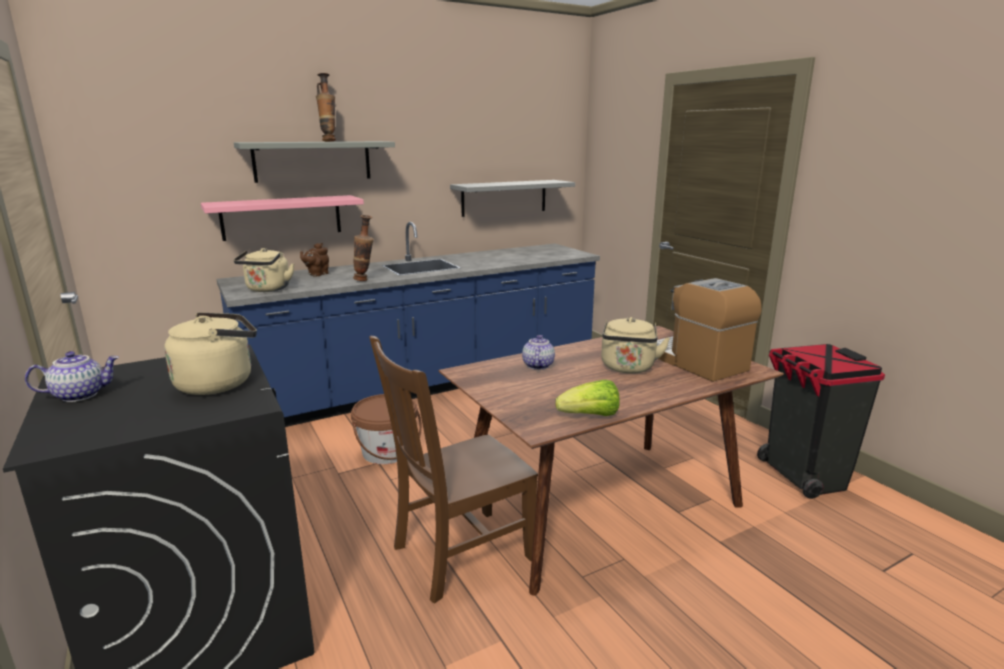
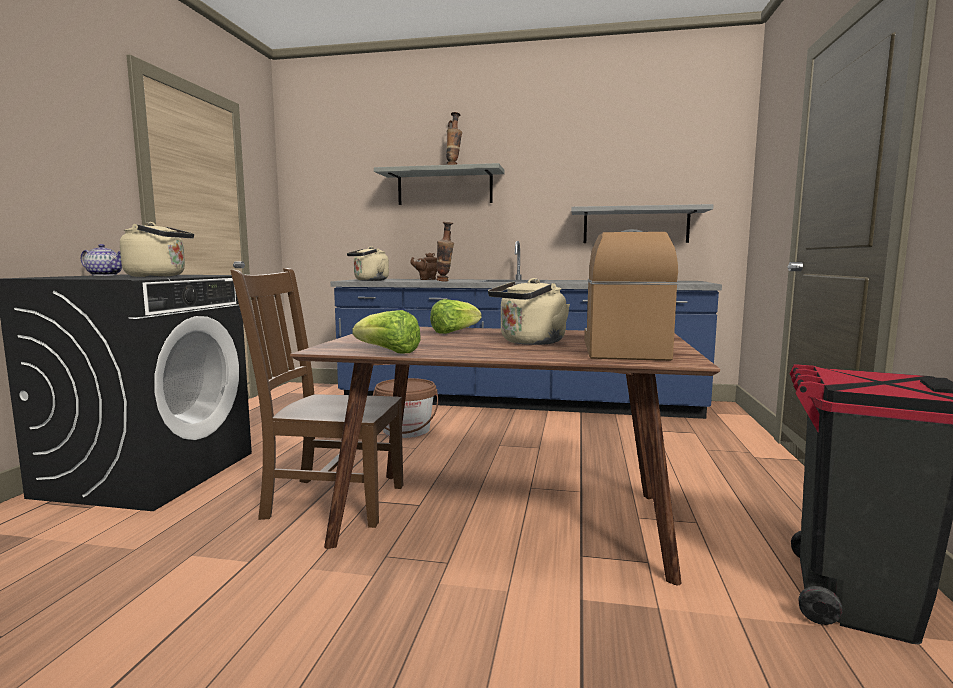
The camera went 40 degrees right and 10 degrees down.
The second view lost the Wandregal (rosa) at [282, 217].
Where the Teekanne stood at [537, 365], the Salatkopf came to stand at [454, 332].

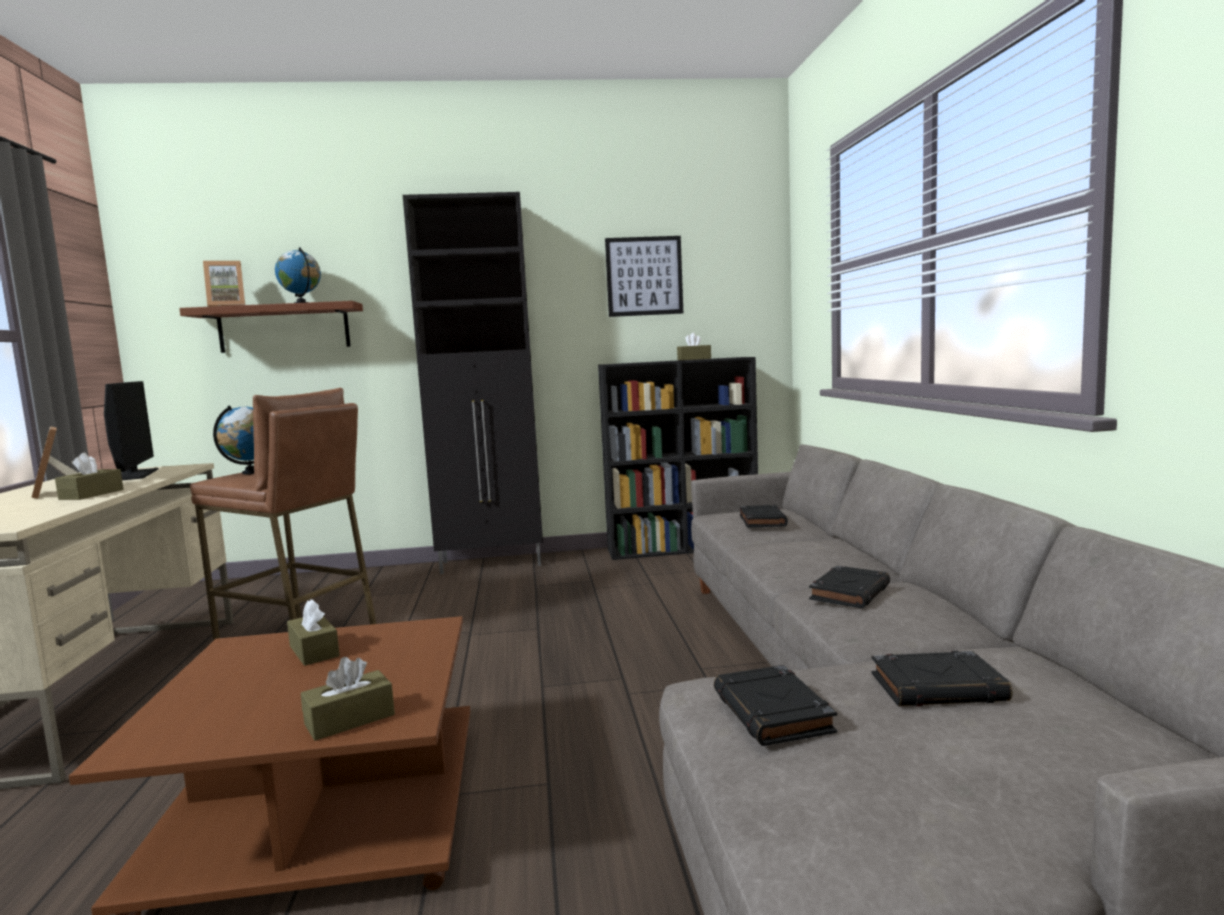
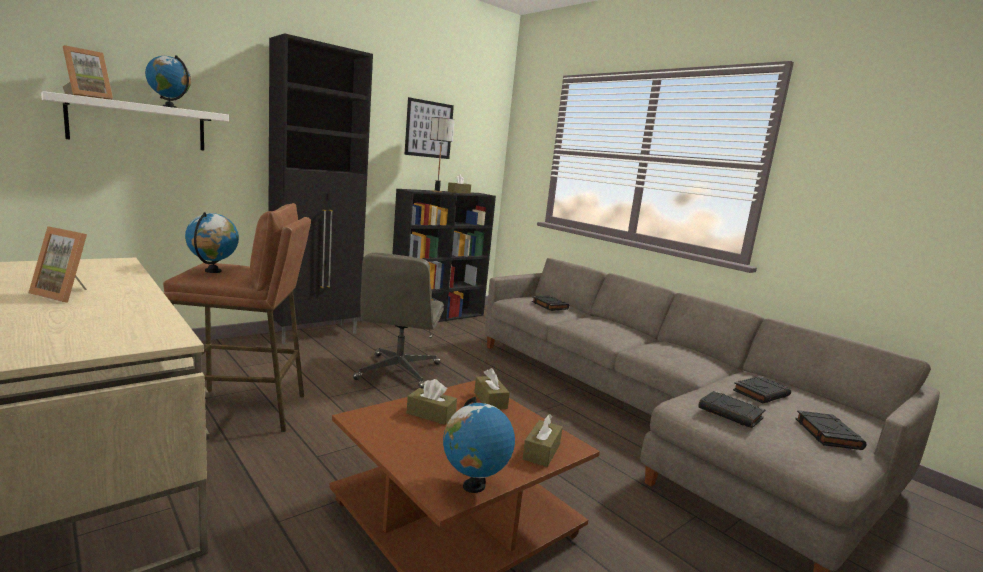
The camera went 35 degrees left and 5 degrees up.
The second view lost the Monitor at [133, 475].
The second view gained the Bürostuhl (grau) at [398, 372].
The second view gained the Tischlampe at [437, 191].
The second view gained the Globus at [473, 486].
The Taschentuchbox (braun) ended up elsewhere, having gone from [91, 494] to [490, 400].
The Buch (schwarz) ended up elsewhere, having gone from [849, 592] to [827, 433].
What was the Wandregal (braun) at [284, 328] turned into the Wandregal (weiß) at [138, 124].

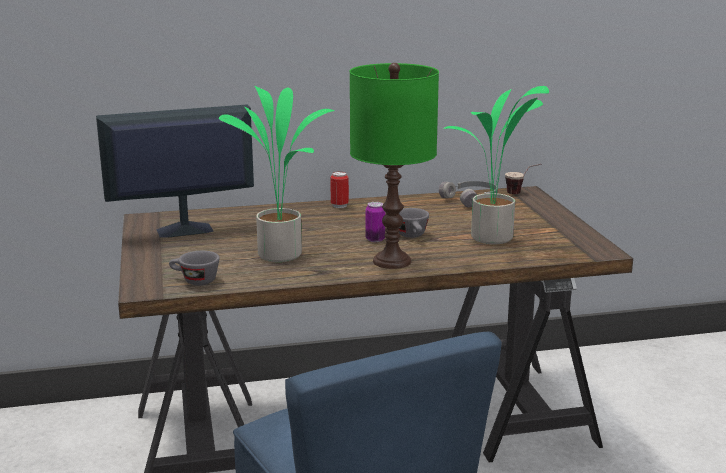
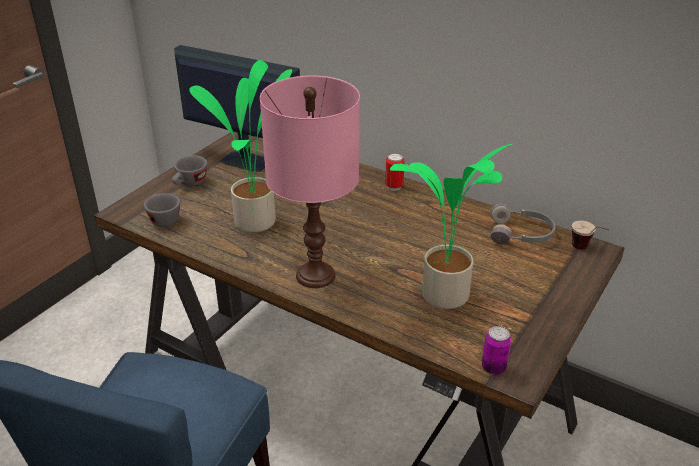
The camera went 45 degrees right and 15 degrees up.
The Dose ended up elsewhere, having gone from [375, 239] to [493, 368].
The Tasse (grau) ended up elsewhere, having gone from [413, 236] to [190, 183].
What was the Tischlampe (grün) at [392, 261] turned into the Tischlampe (rosa) at [316, 275].

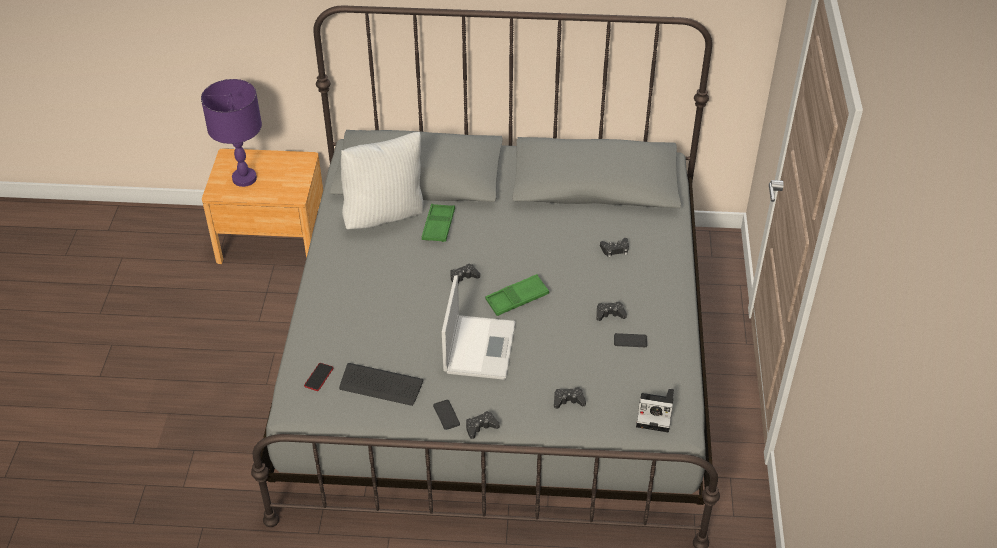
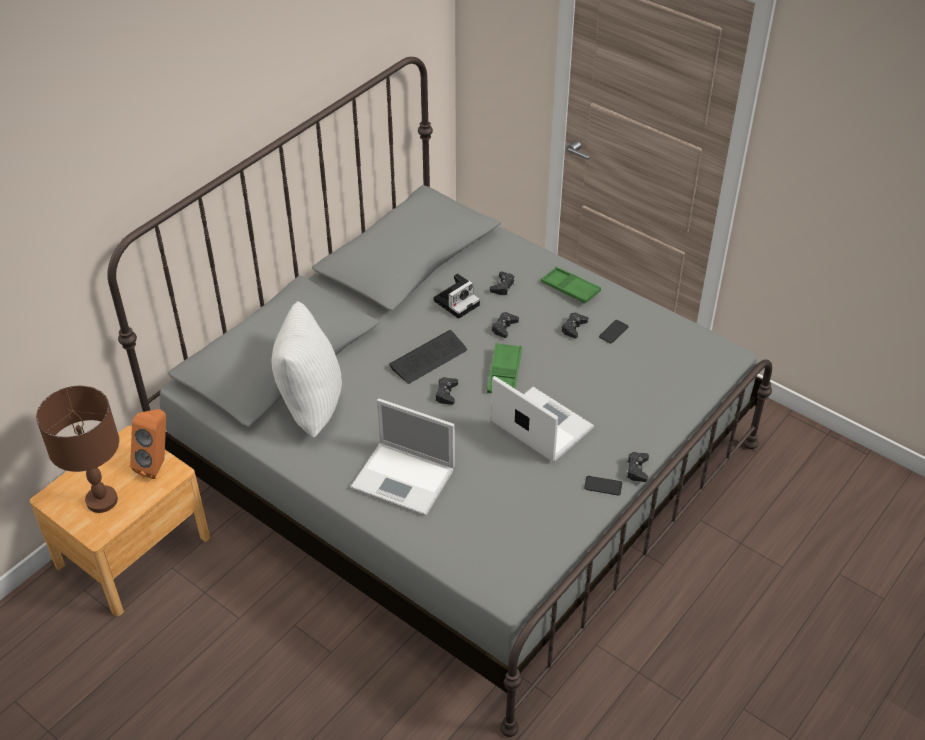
The camera went 55 degrees left and 0 degrees up.
The second view lost the Handy at [319, 377].
The second view gained the Lautsprecher (orange) at [157, 464].
The second view gained the Laptop at [405, 479].
The Tastatur ended up elsewhere, having gone from [381, 385] to [428, 358].
The Tablett (grün) ended up elsewhere, having gone from [438, 226] to [570, 288].
The Gamepad (schwarz) ended up elsewhere, having gone from [568, 400] to [504, 327].
The Kamera ended up elsewhere, having gone from [656, 413] to [457, 301].
What was the Tischlampe (lila) at [244, 179] turned into the Tischlampe (braun) at [102, 500].

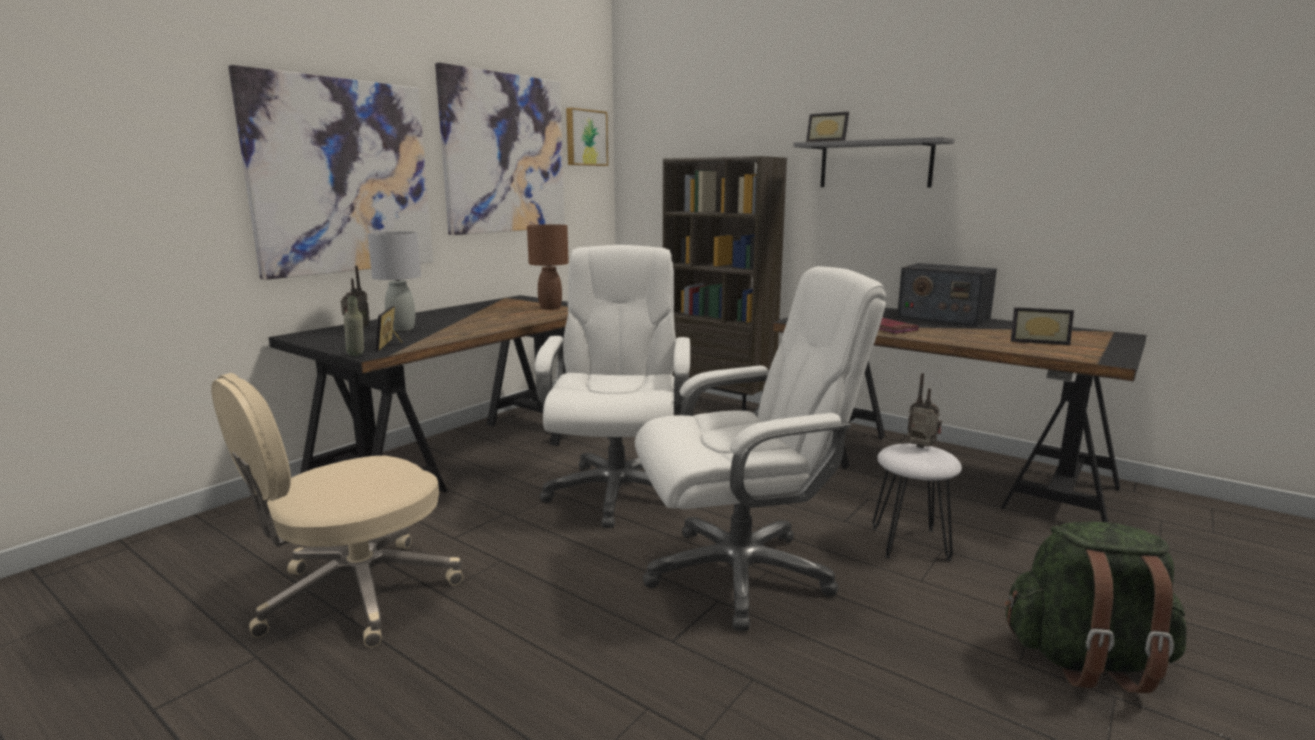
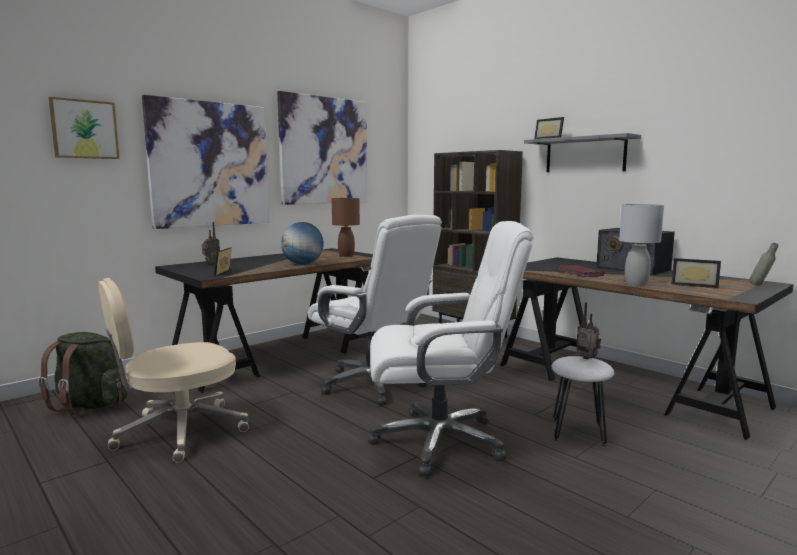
The camera went 10 degrees right and 5 degrees down.
The second view gained the Globus at [303, 264].
The Flasche (grau) ended up elsewhere, having gone from [357, 356] to [760, 286].
The Tischlampe (grau) ended up elsewhere, having gone from [401, 328] to [635, 284].
The Bild ended up elsewhere, having gone from [585, 138] to [84, 129].
The Rucksack (grün) ended up elsewhere, having gone from [1086, 660] to [90, 406].
The Bürostuhl (weiß) at [616, 492] ended up facing another way, 120 degrees clockwise from before.

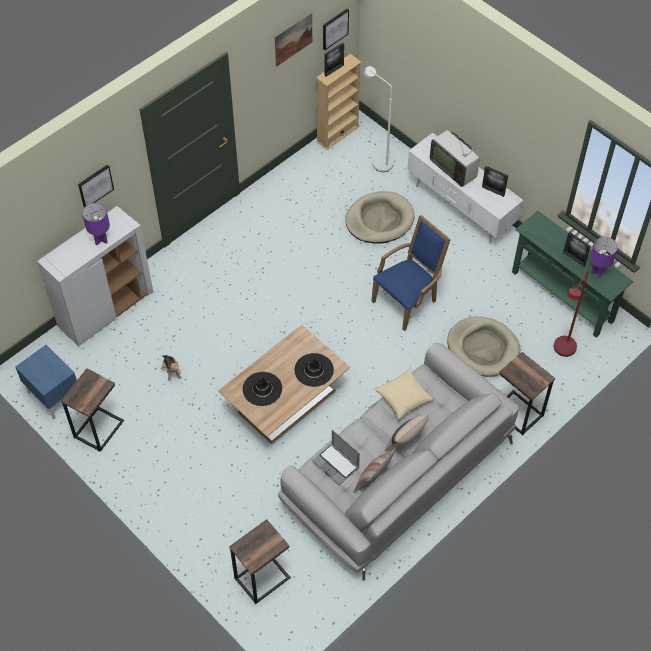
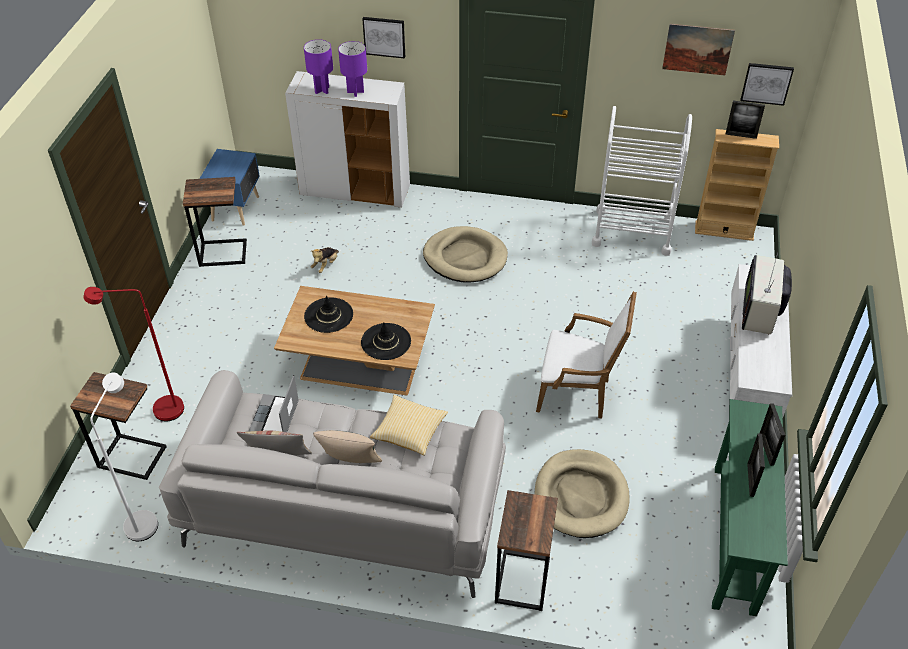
The camera went 55 degrees right and 10 degrees down.
The second view gained the Rollwagen (weiß) at [632, 232].
The Hundebett (beige) ended up elsewhere, having gone from [379, 220] to [465, 258].
The Stehlampe (weiß) ended up elsewhere, having gone from [378, 161] to [145, 519].
The Bilderrahmen ended up elsewhere, having gone from [493, 191] to [766, 449].
The Stehlampe (rot) ended up elsewhere, having gone from [562, 352] to [160, 410].
The Tischlampe (lila) ended up elsewhere, having gone from [597, 272] to [322, 90].
What was the Sessel (blau) at [408, 300] turned into the Sessel (weiß) at [578, 394].

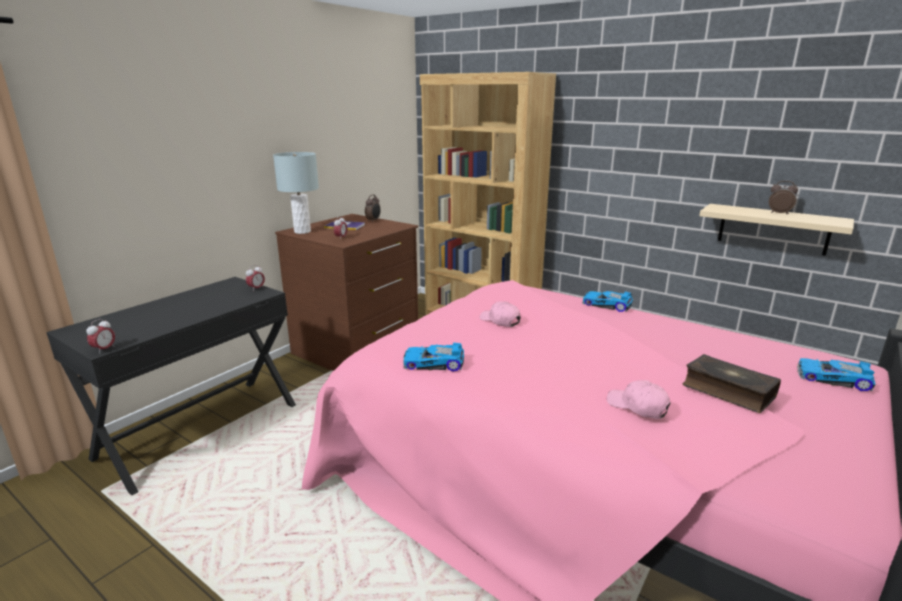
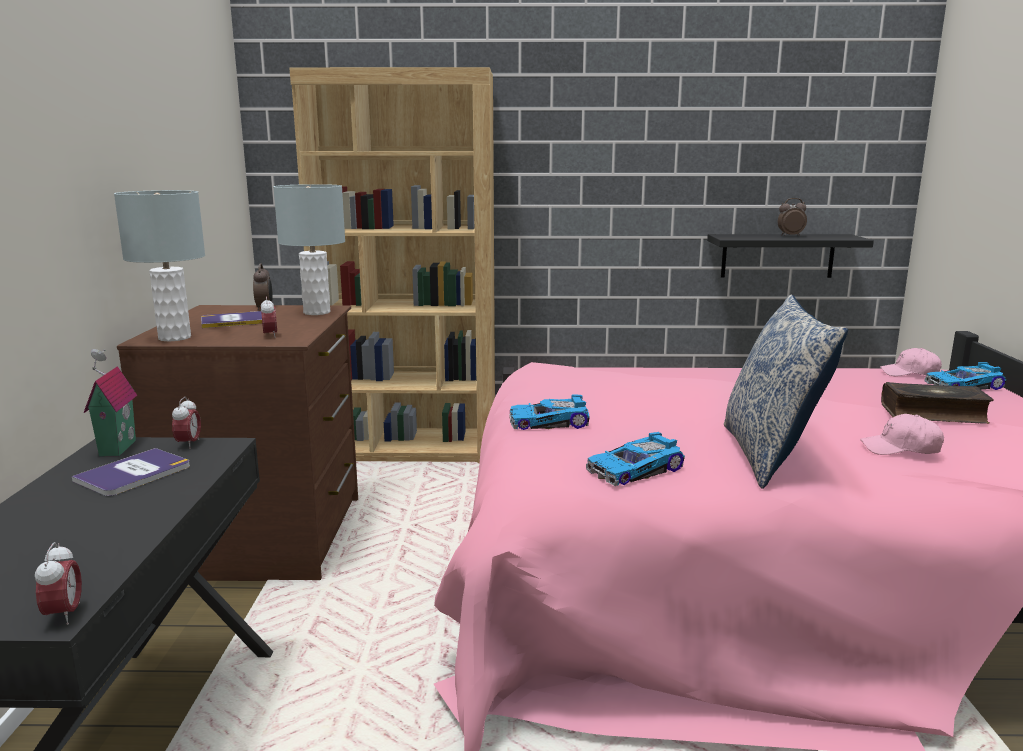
The camera went 35 degrees left and 5 degrees down.
The second view gained the Buch at [134, 473].
The second view gained the Spielzeughaus at [115, 448].
The second view gained the Tischlampe (grau) at [317, 312].
The second view gained the Kissen at [770, 456].
The Kappe (rosa) ended up elsewhere, having gone from [500, 321] to [910, 373].
The Spielzeugauto ended up elsewhere, having gone from [606, 305] to [549, 423].
What was the Wandregal (beige) at [773, 229] turned into the Wandregal (schwarz) at [777, 255].

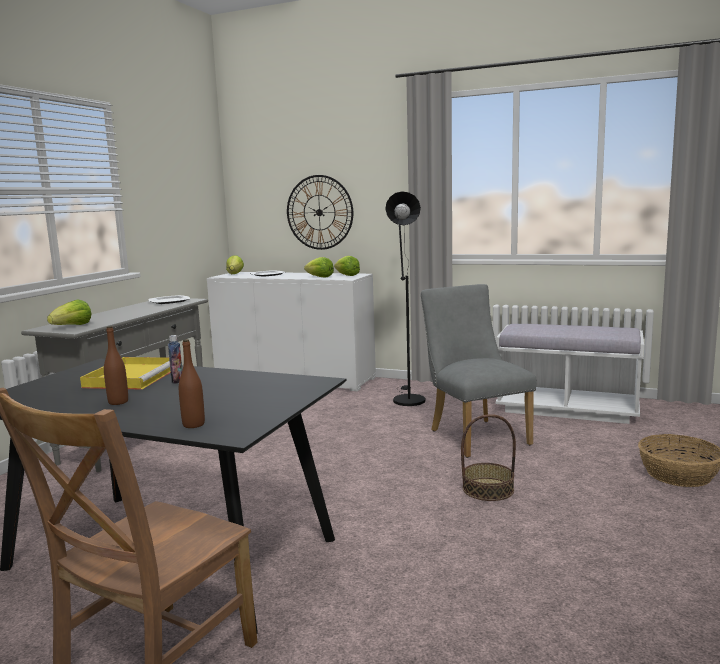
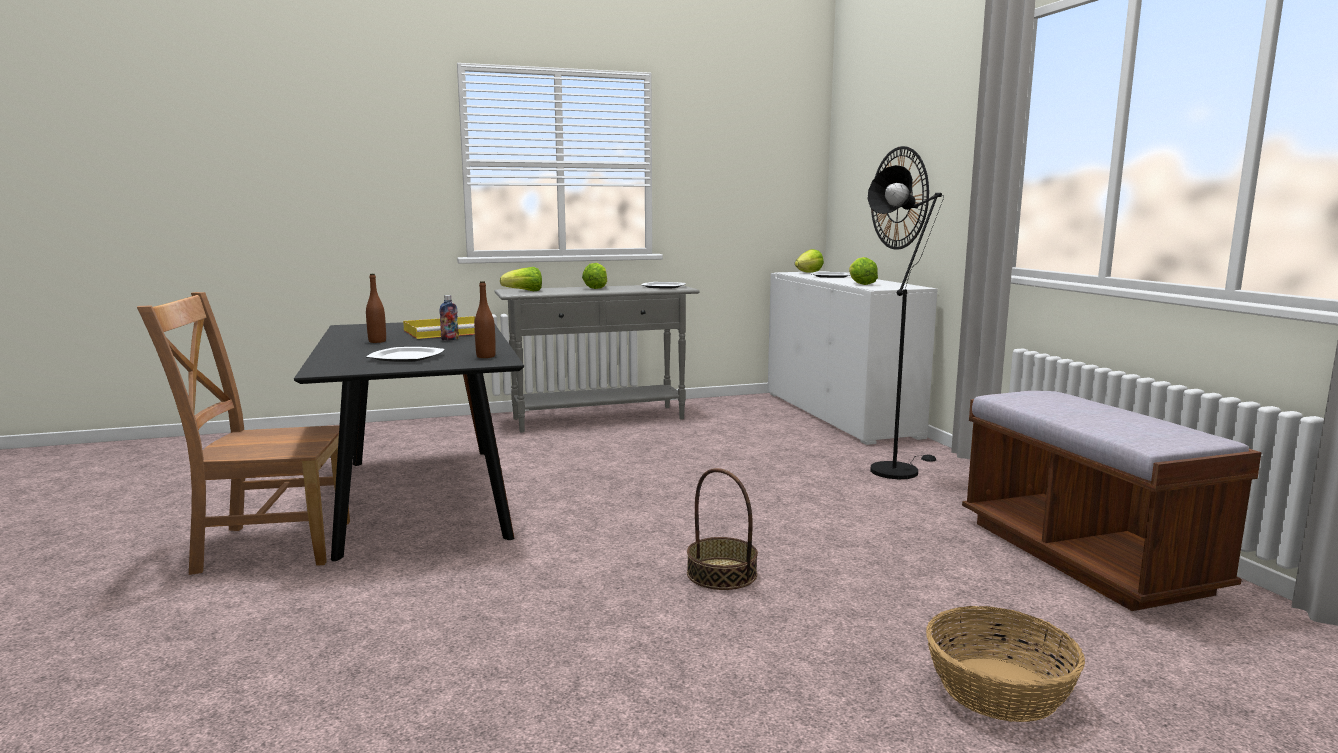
The camera went 50 degrees right and 0 degrees up.
The second view lost the Stuhl (grau) at [474, 435].
The second view gained the Teller at [405, 357].
The Flasche (braun) ended up elsewhere, having gone from [193, 425] to [486, 356].
The Salatkopf ended up elsewhere, having gone from [347, 275] to [596, 288].
What was the Bank (weiß) at [567, 409] turned into the Bank (braun) at [1083, 556].

